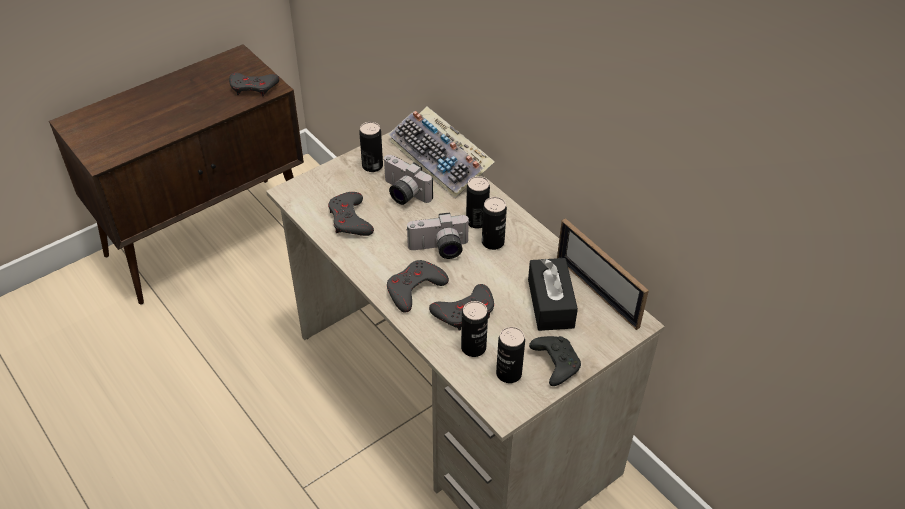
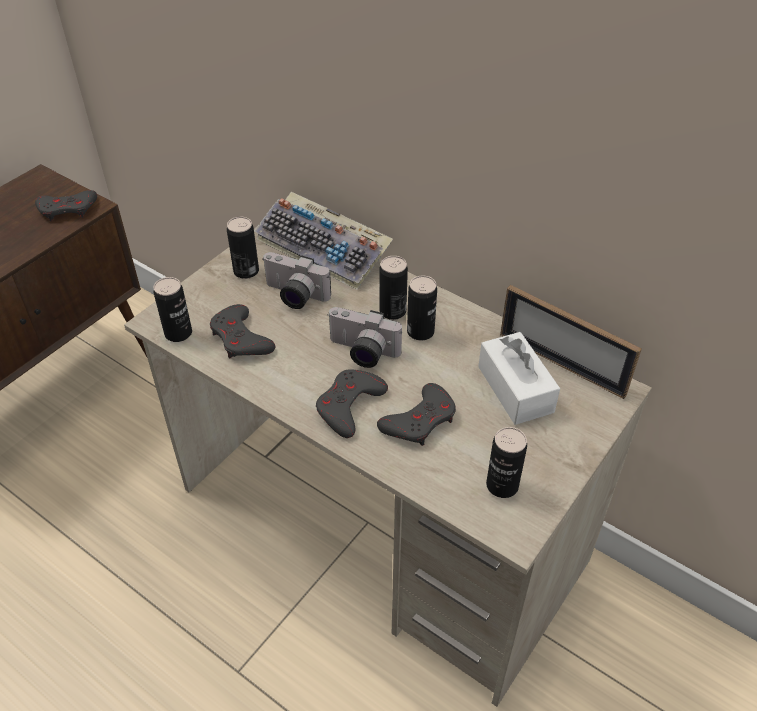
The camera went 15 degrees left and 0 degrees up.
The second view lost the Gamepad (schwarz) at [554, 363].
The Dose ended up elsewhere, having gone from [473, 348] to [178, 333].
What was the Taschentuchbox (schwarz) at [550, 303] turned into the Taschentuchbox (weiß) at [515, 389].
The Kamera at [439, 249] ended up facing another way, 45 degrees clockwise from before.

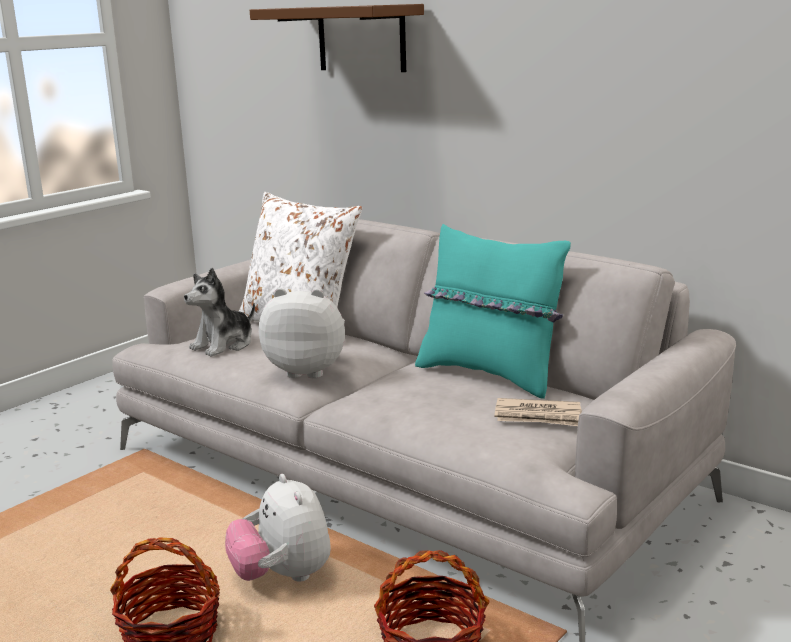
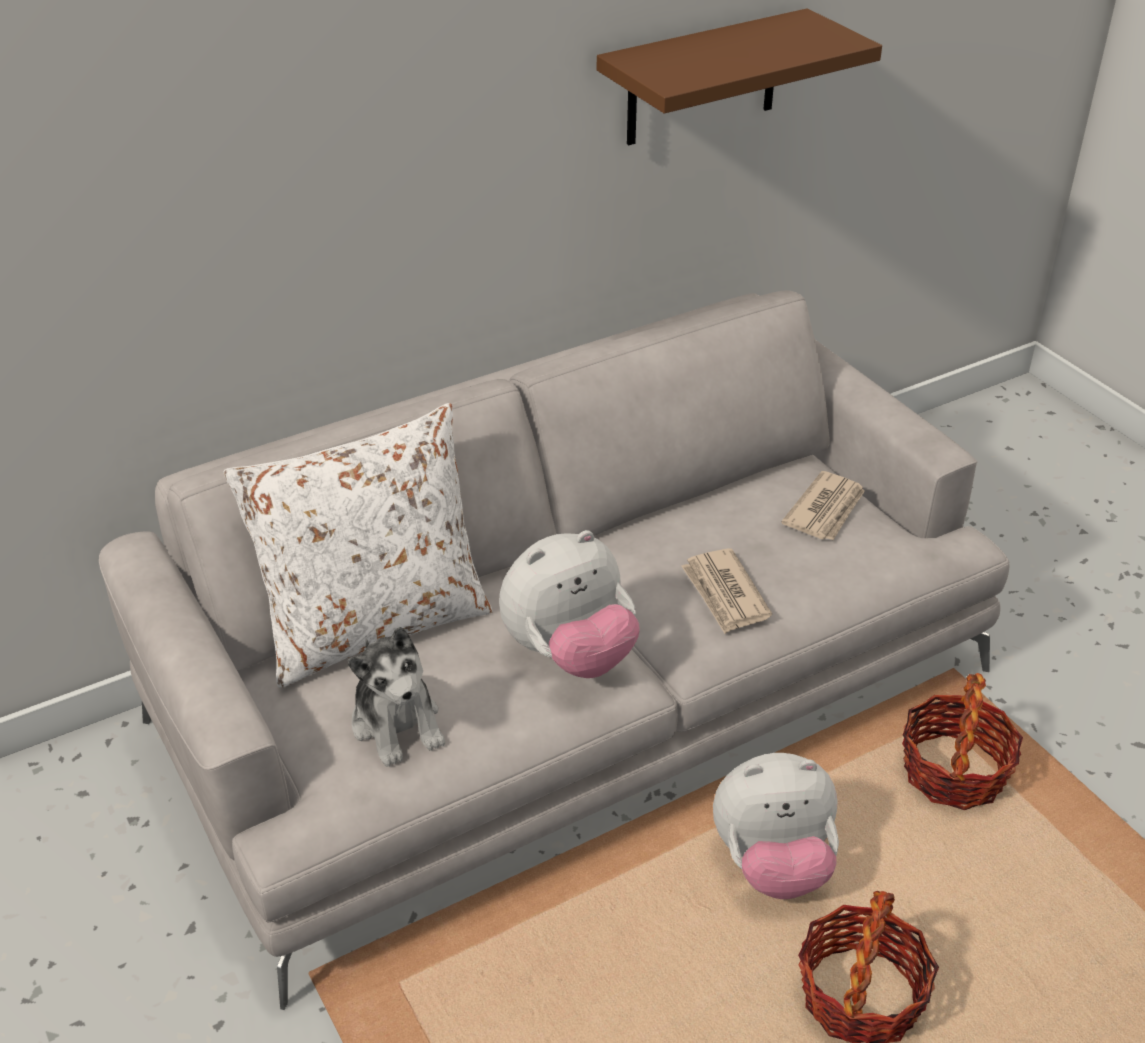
The camera went 70 degrees left and 20 degrees up.
The second view lost the Kissen (türkis) at [490, 374].
The second view gained the Zeitung at [725, 594].
The Wandregal (braun) ended up elsewhere, having gone from [361, 38] to [702, 79].
The Plüschtier at [308, 370] ended up facing another way, 150 degrees counterclockwise from before.

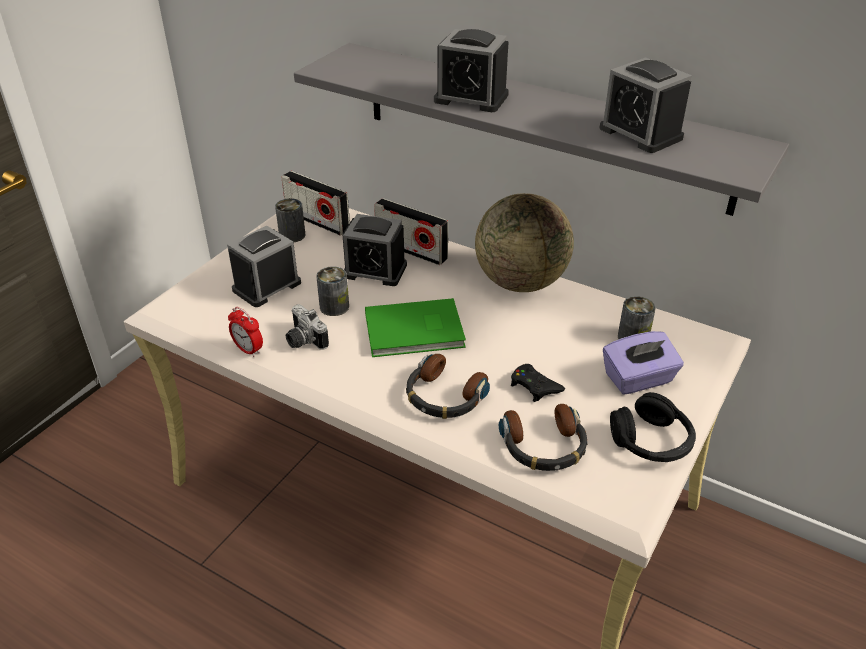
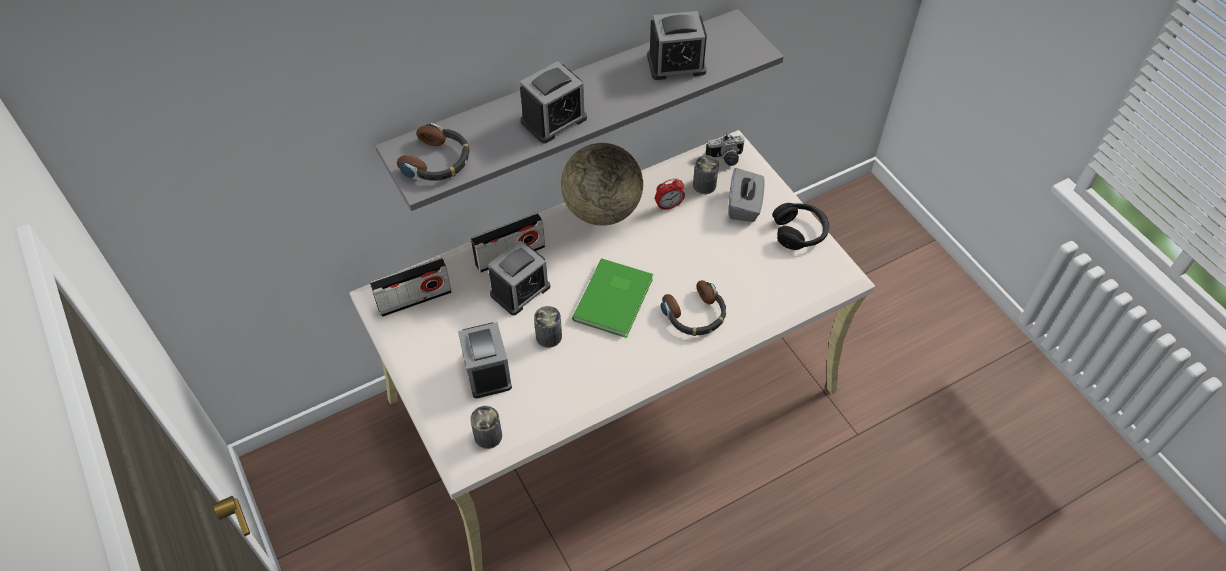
The camera went 60 degrees left and 15 degrees up.
The second view lost the Gamepad (schwarz) at [534, 386].
The Wecker ended up elsewhere, having gone from [248, 350] to [669, 206].
The Dose ended up elsewhere, having gone from [292, 235] to [488, 436].
The Kamera ended up elsewhere, having gone from [303, 340] to [726, 159].
The Kopfhörer ended up elsewhere, having gone from [544, 446] to [437, 161].
What was the Taschentuchbox (lila) at [638, 379] turned into the Taschentuchbox (grau) at [744, 206].

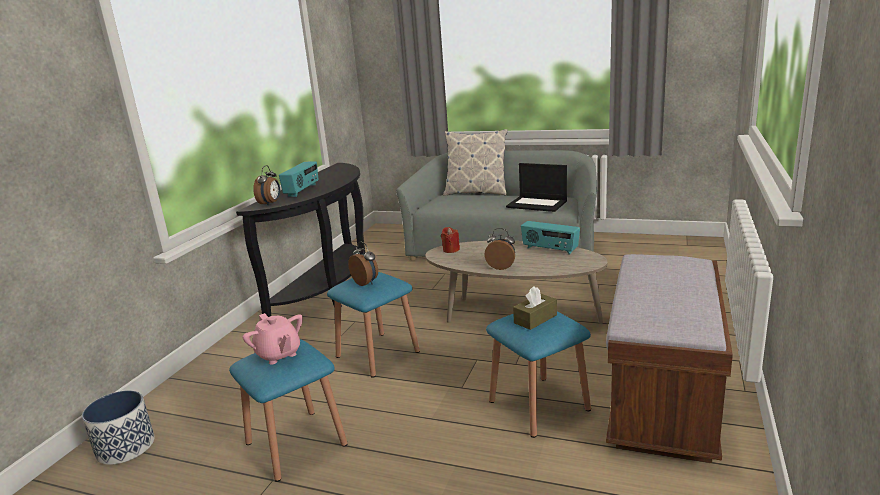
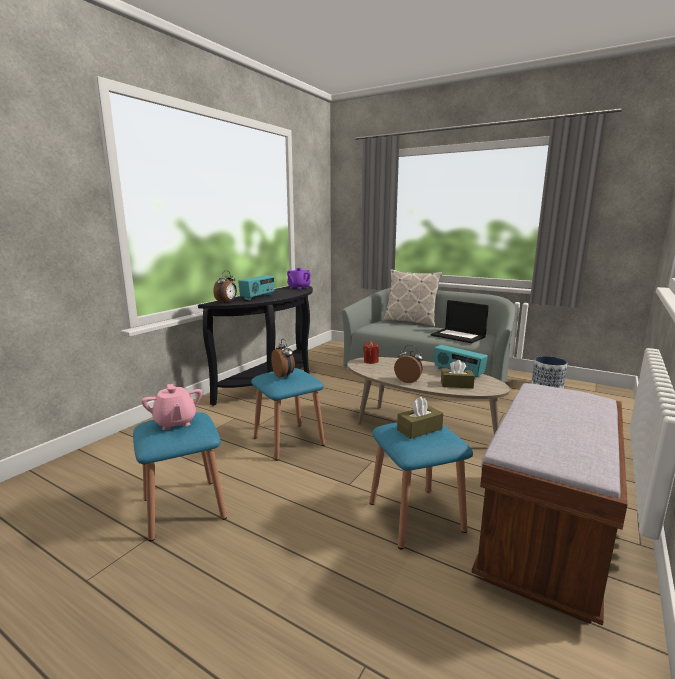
The camera went 10 degrees right and 5 degrees down.
The second view gained the Teekanne (lila) at [298, 288].
The second view gained the Taschentuchbox (braun) at [456, 384].
The Pflanzkübel ended up elsewhere, having gone from [126, 447] to [547, 385].

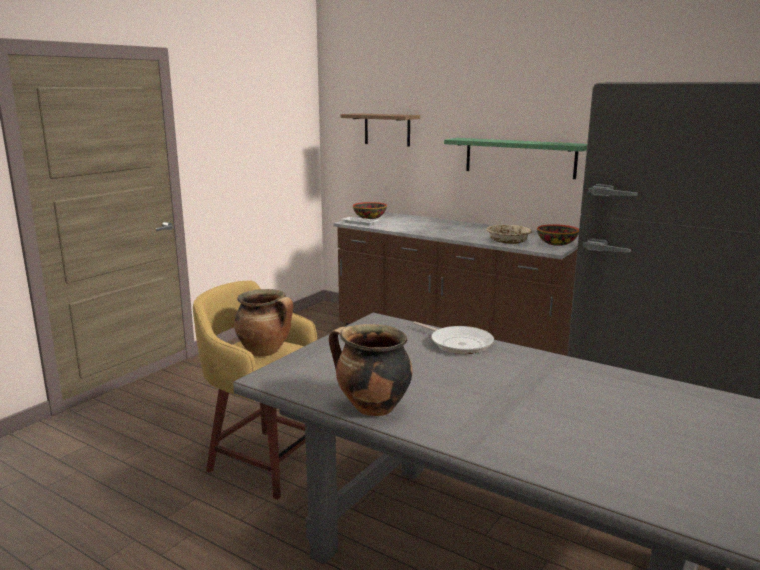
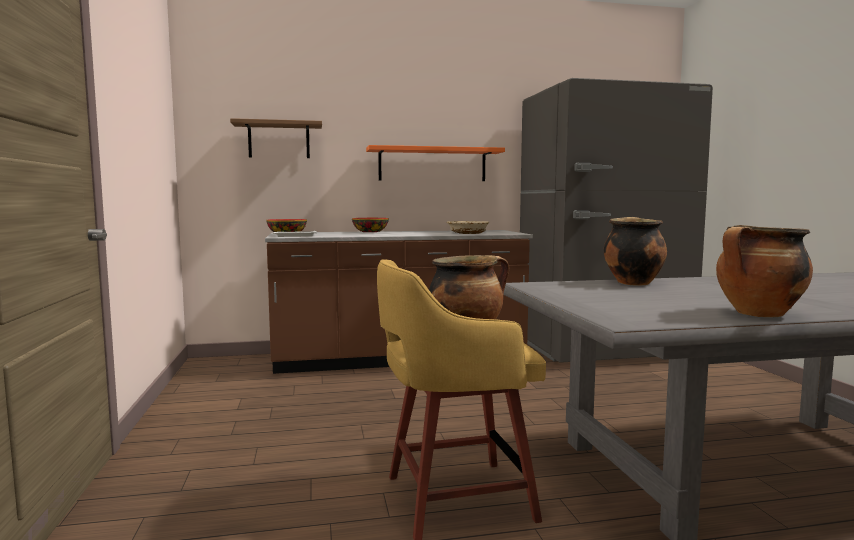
The camera went 45 degrees left and 10 degrees down.
The Schüssel ended up elsewhere, having gone from [556, 243] to [370, 231].
Where the Pfanne stood at [458, 343], the Kochtopf came to stand at [632, 283].
What was the Wandregal (grün) at [519, 157] turned into the Wandregal (orange) at [432, 164].

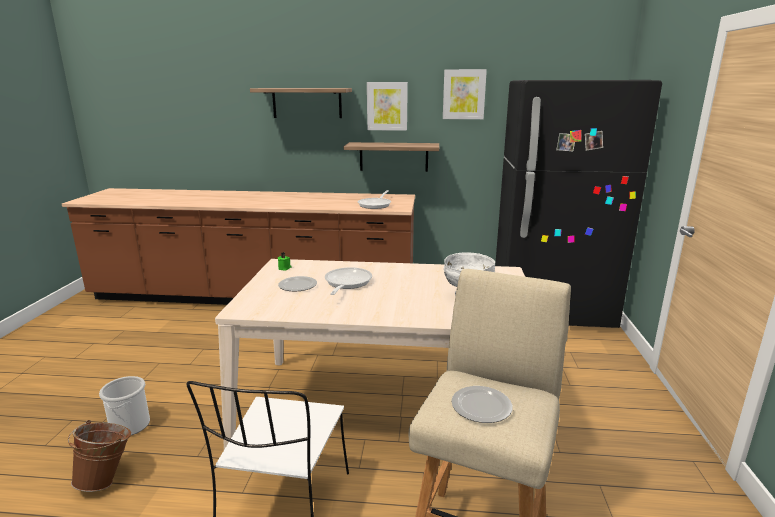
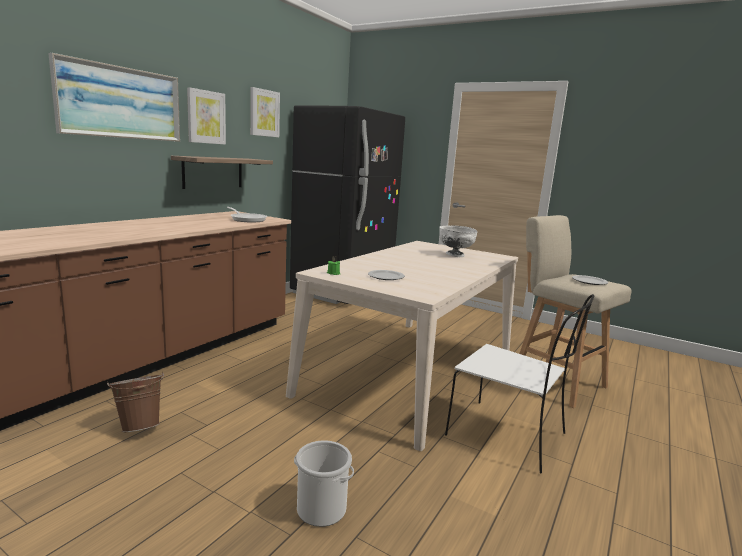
The camera went 65 degrees left and 5 degrees down.
The second view lost the Pfanne at [346, 283].
The Eimer (braun) ended up elsewhere, having gone from [107, 479] to [140, 426].
Where the Wandregal hung at [307, 103], the Bild came to hang at [120, 102].

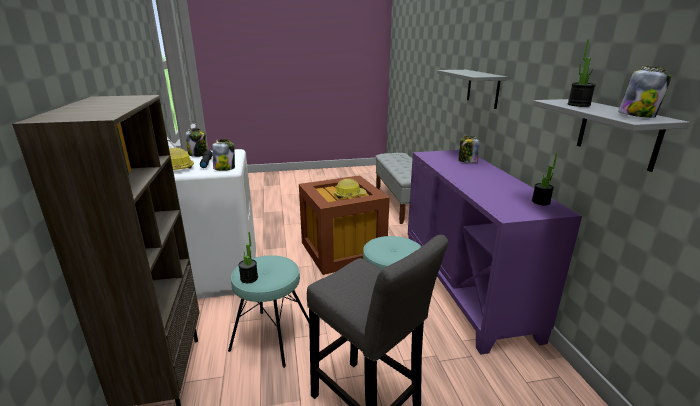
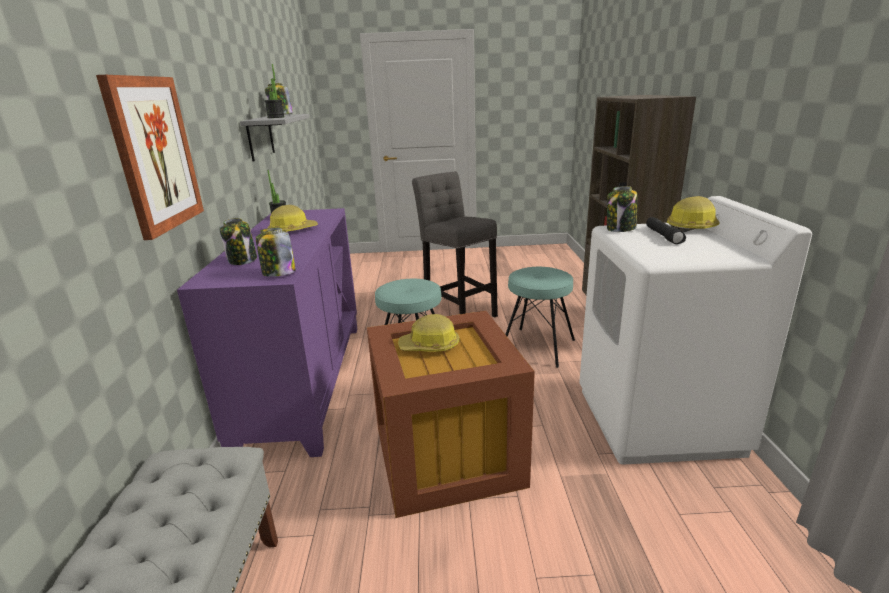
The camera went 170 degrees left and 0 degrees up.
The second view lost the Topfpflanze at [249, 278].
The second view gained the Schutzhelm at [293, 230].
The Vorratsglas ended up elsewhere, having gone from [198, 154] to [278, 273].
Where the Wandregal (grau) hung at [483, 88], the Bild came to hang at [154, 154].

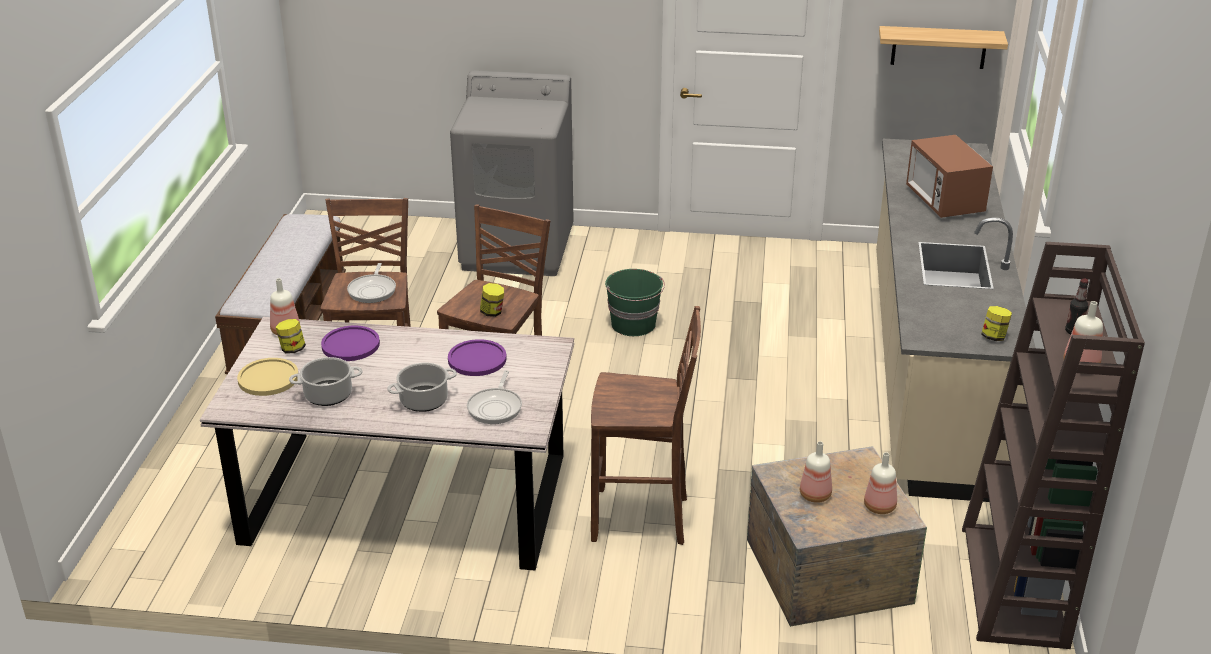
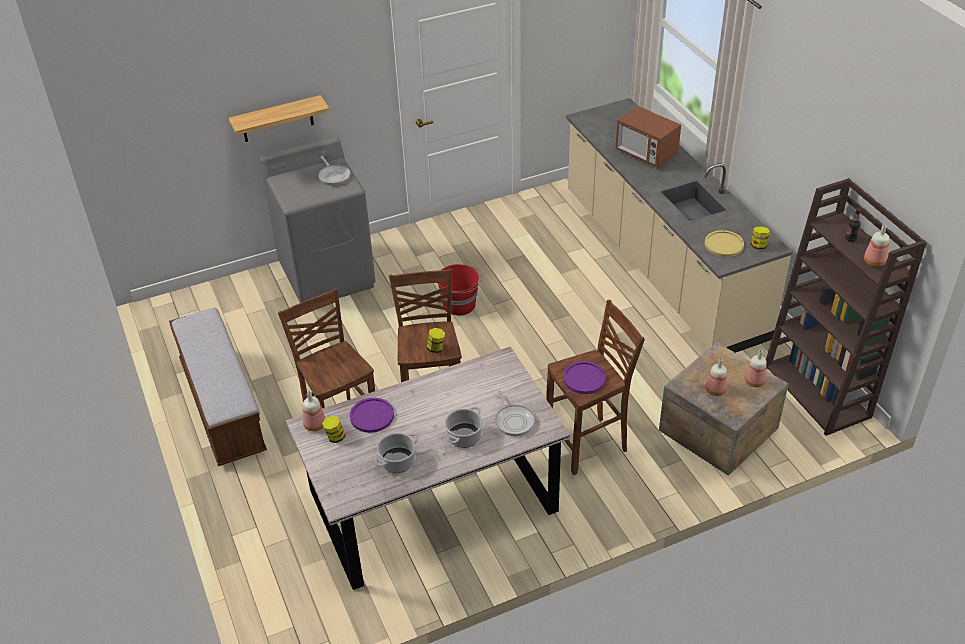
The camera went 30 degrees left and 10 degrees up.
The Teller (gelb) ended up elsewhere, having gone from [268, 378] to [724, 244].
The Pfanne ended up elsewhere, having gone from [373, 290] to [334, 176].
The Teller (lila) ended up elsewhere, having gone from [477, 359] to [584, 378].
The Wandregal ended up elsewhere, having gone from [939, 47] to [277, 119].
What was the Eimer (grün) at [634, 325] turned into the Eimer (rot) at [460, 305].

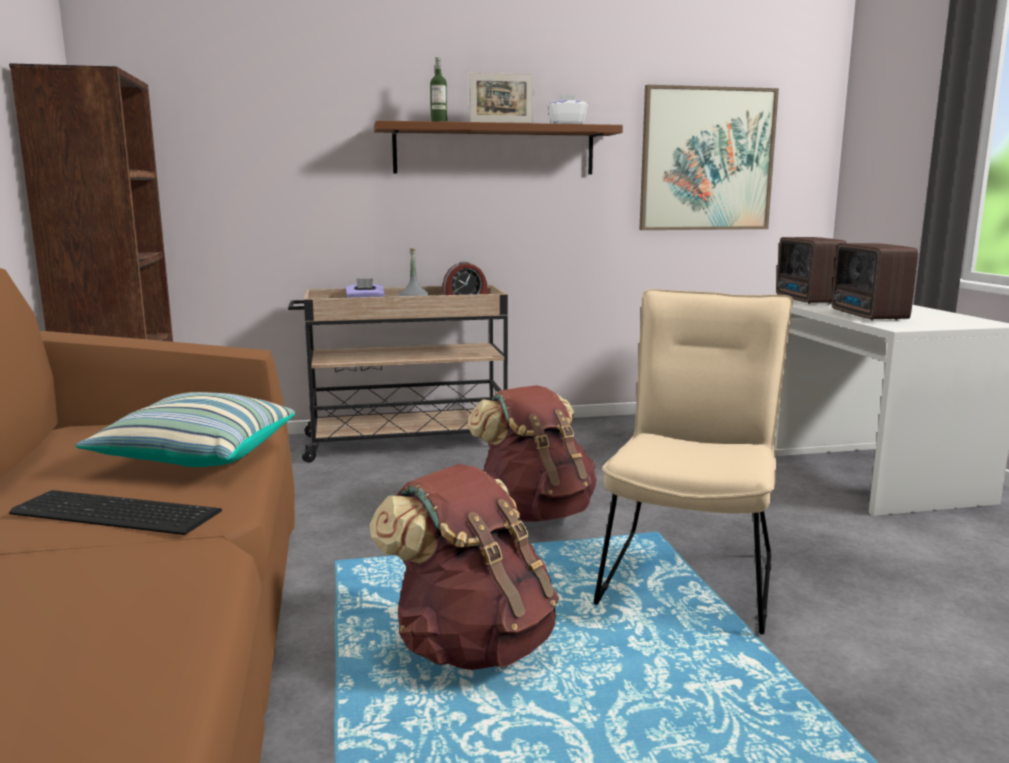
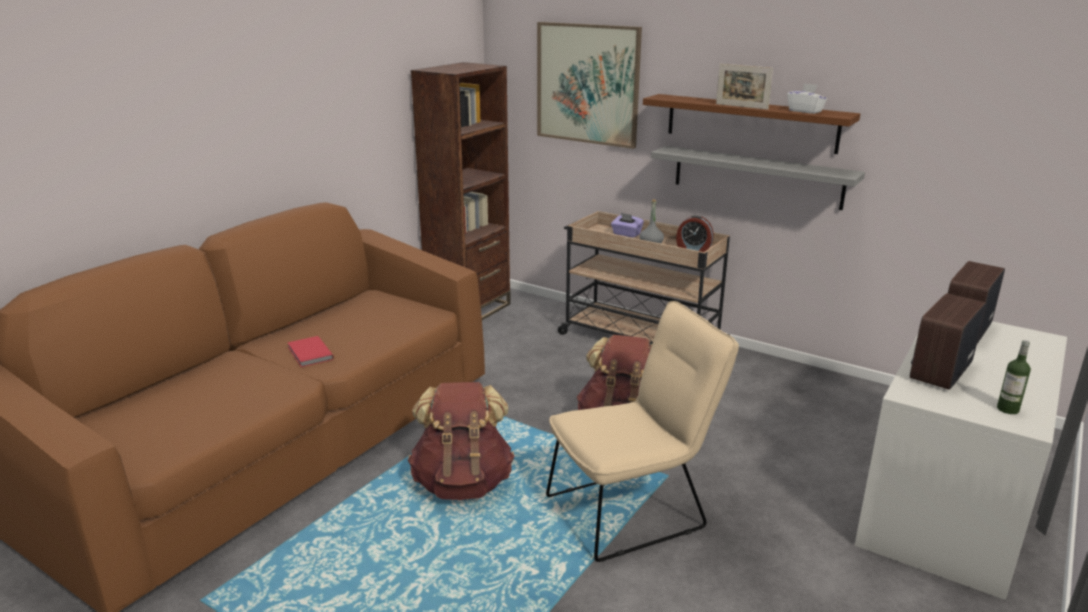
The camera went 45 degrees right and 10 degrees up.
The second view lost the Kissen at [196, 457].
The second view gained the Wandregal (grau) at [757, 177].
The Flasche ended up elsewhere, having gone from [439, 122] to [1007, 409].
The Bild ended up elsewhere, having gone from [707, 159] to [587, 84].
Where the Tastatur stood at [115, 514], the Buch (rot) came to stand at [309, 354].

